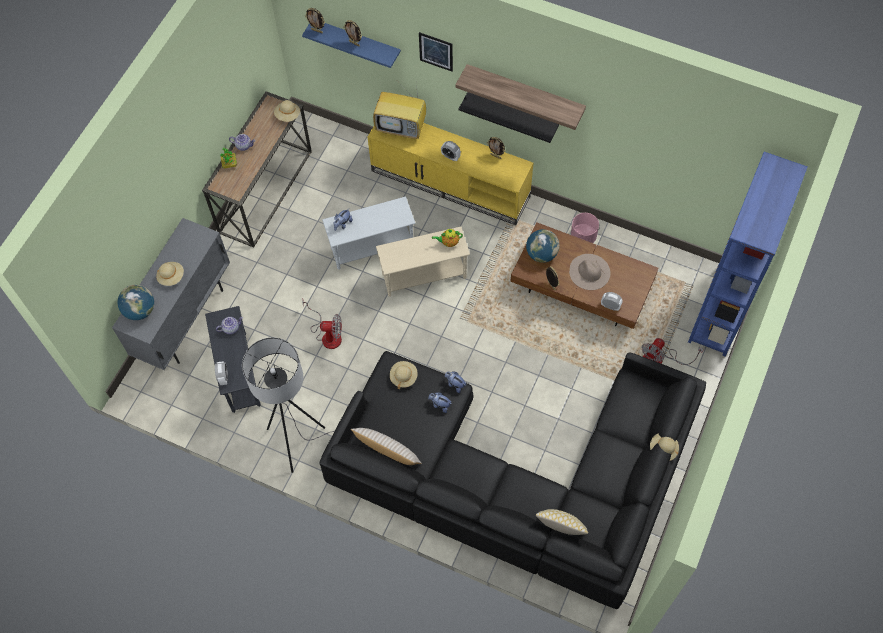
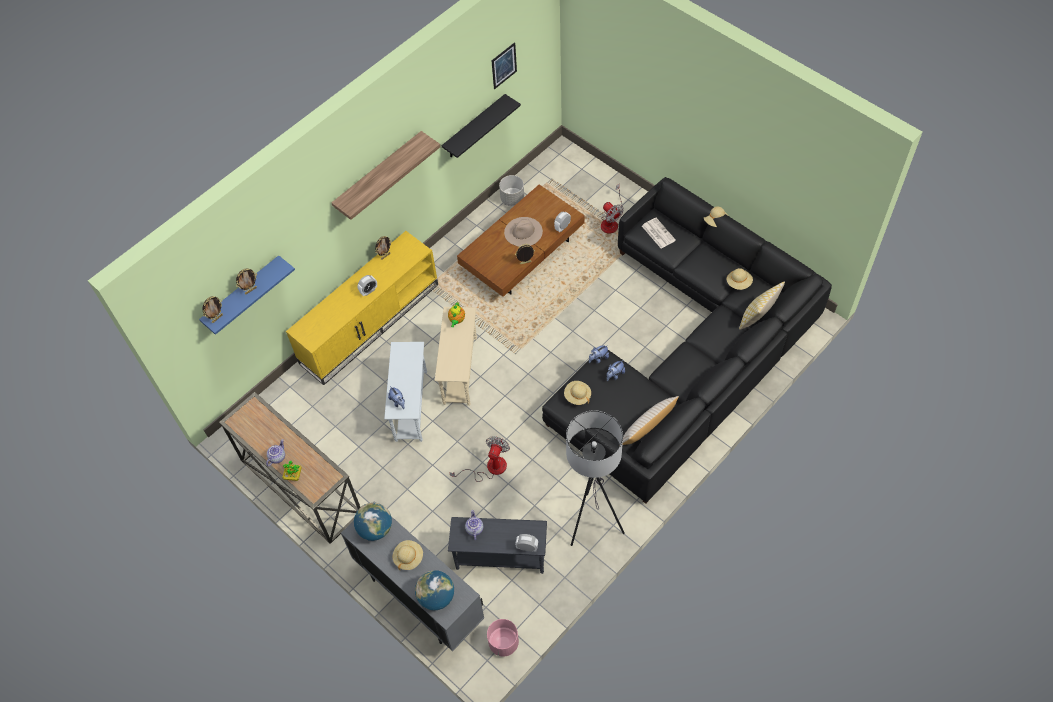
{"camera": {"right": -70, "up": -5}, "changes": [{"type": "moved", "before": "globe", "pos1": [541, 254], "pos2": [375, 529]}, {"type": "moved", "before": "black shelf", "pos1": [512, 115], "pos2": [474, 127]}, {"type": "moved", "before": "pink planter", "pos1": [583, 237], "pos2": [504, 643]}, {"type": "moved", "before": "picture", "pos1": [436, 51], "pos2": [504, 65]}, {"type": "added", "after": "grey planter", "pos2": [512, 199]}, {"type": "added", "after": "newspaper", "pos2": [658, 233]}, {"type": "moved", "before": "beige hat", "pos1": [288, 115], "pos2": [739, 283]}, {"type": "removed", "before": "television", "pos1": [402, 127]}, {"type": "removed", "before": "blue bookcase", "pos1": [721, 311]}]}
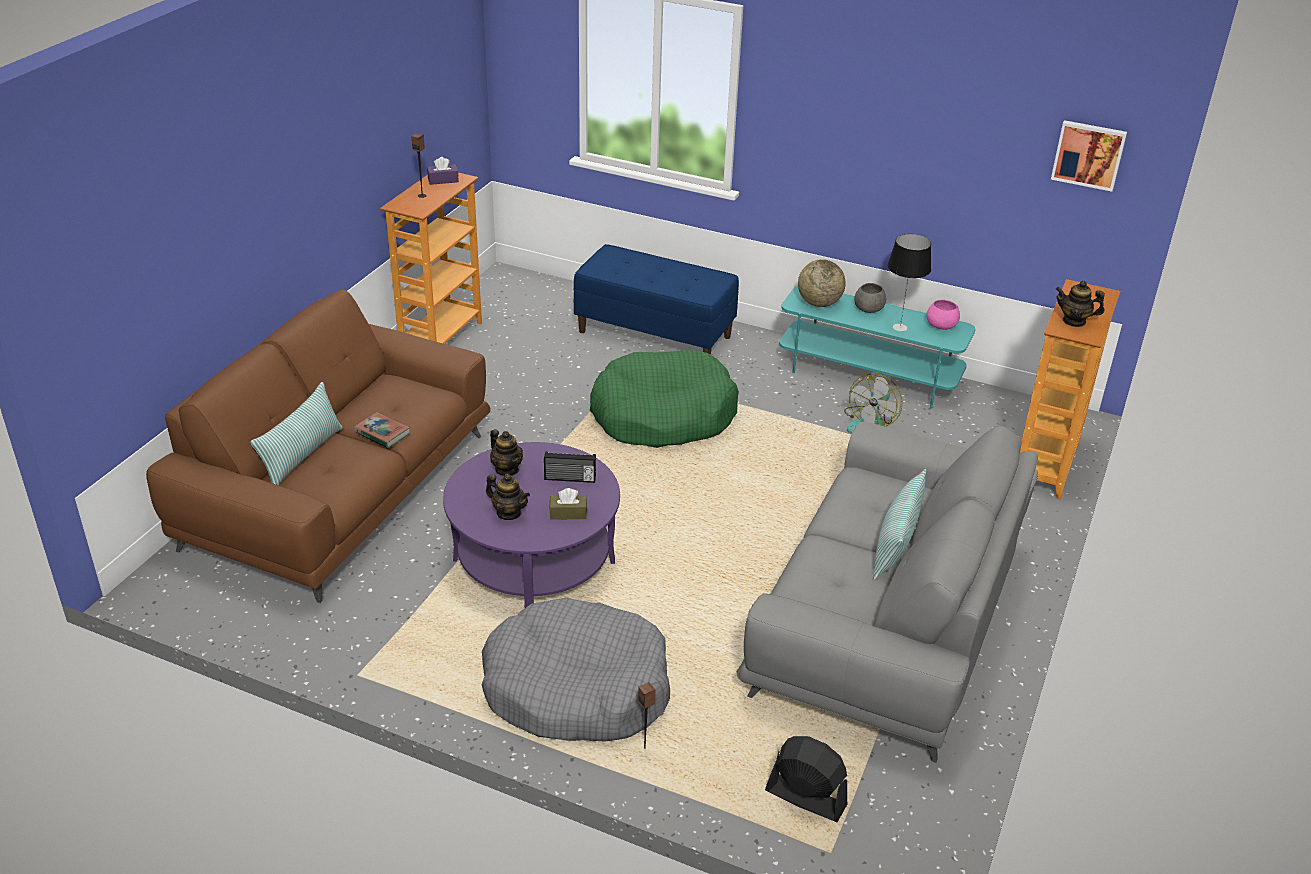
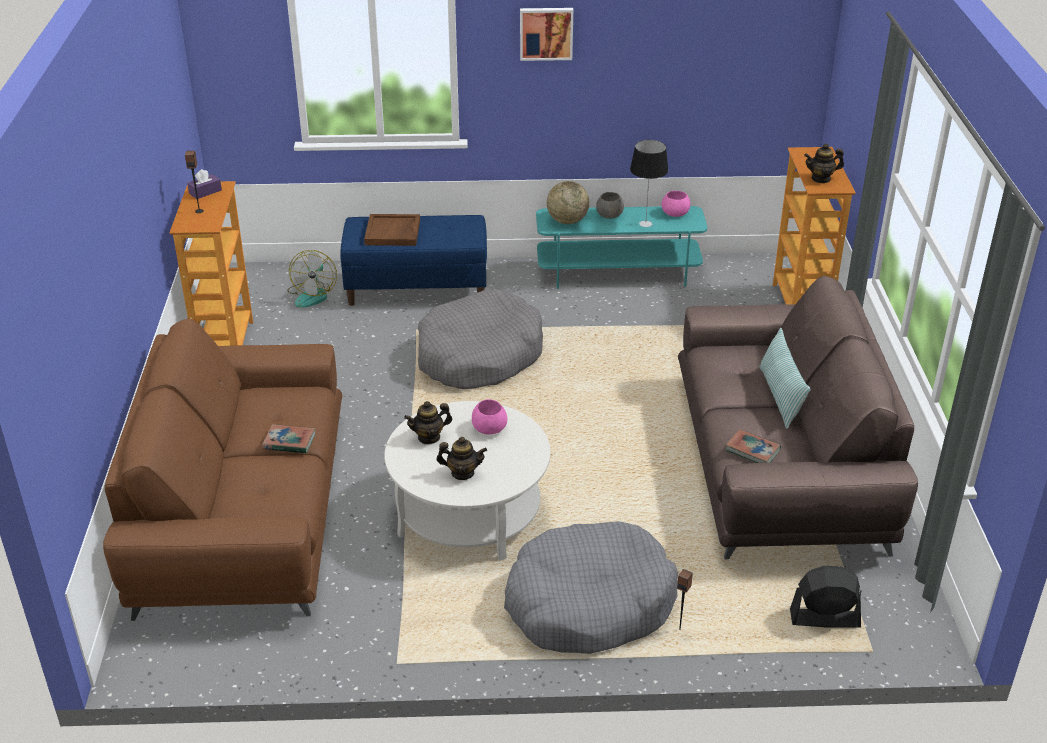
{"camera": {"right": -25, "up": 0}, "changes": [{"type": "moved", "before": "fan", "pos1": [870, 423], "pos2": [313, 295]}, {"type": "added", "after": "brown tray", "pos2": [393, 233]}, {"type": "recoloured", "before": "purple coffee table", "after": "white coffee table", "pos1": [534, 560], "pos2": [469, 512]}, {"type": "turned", "before": "teapot", "pos1": [507, 469], "pos2": [429, 437], "turn": 135}, {"type": "recoloured", "before": "green dog bed", "after": "grey dog bed", "pos1": [662, 415], "pos2": [479, 356]}, {"type": "replaced", "before": "radio", "after": "pink bowl", "pos1": [570, 479], "pos2": [489, 428]}, {"type": "moved", "before": "picture", "pos1": [1088, 154], "pos2": [546, 33]}, {"type": "recoloured", "before": "grey sofa", "after": "brown sofa", "pos1": [886, 620], "pos2": [779, 463]}, {"type": "added", "after": "book", "pos2": [752, 450]}, {"type": "removed", "before": "pillow", "pos1": [302, 456]}, {"type": "removed", "before": "brown tissue box", "pos1": [568, 513]}]}
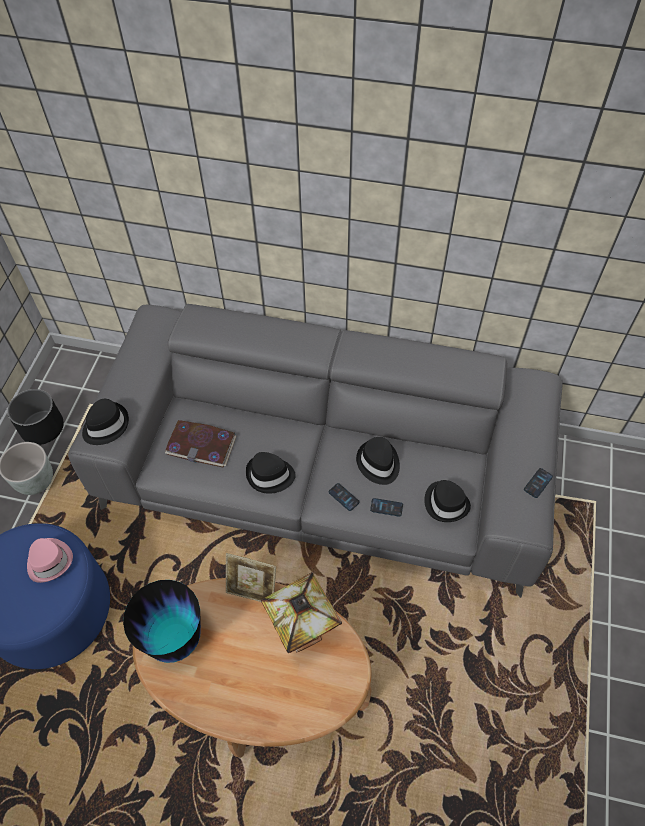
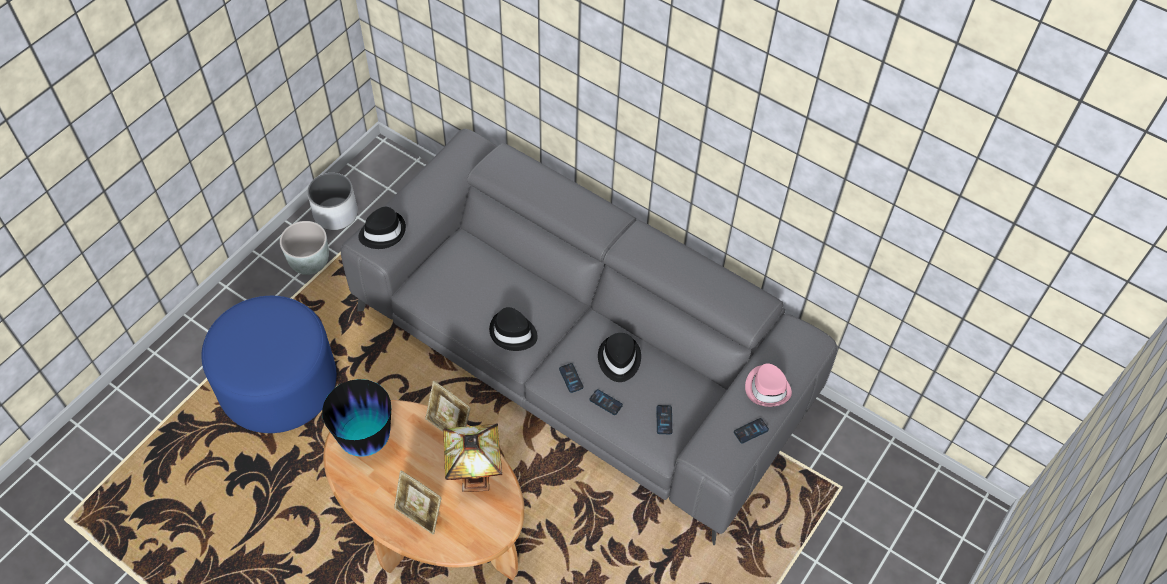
{"camera": {"right": 20, "up": 0}, "changes": [{"type": "recoloured", "before": "black planter", "after": "white planter", "pos1": [43, 427], "pos2": [336, 214]}, {"type": "added", "after": "picture frame", "pos2": [420, 514]}, {"type": "replaced", "before": "black hat", "after": "phone", "pos1": [446, 503], "pos2": [664, 420]}, {"type": "moved", "before": "pink hat", "pos1": [50, 560], "pos2": [767, 388]}, {"type": "removed", "before": "book", "pos1": [201, 445]}]}
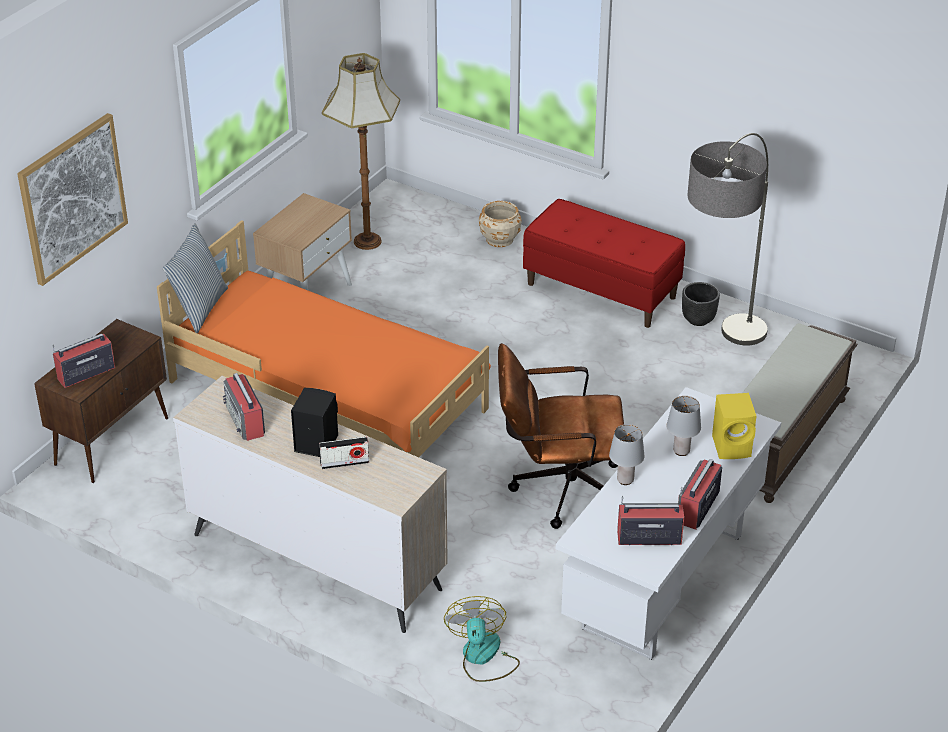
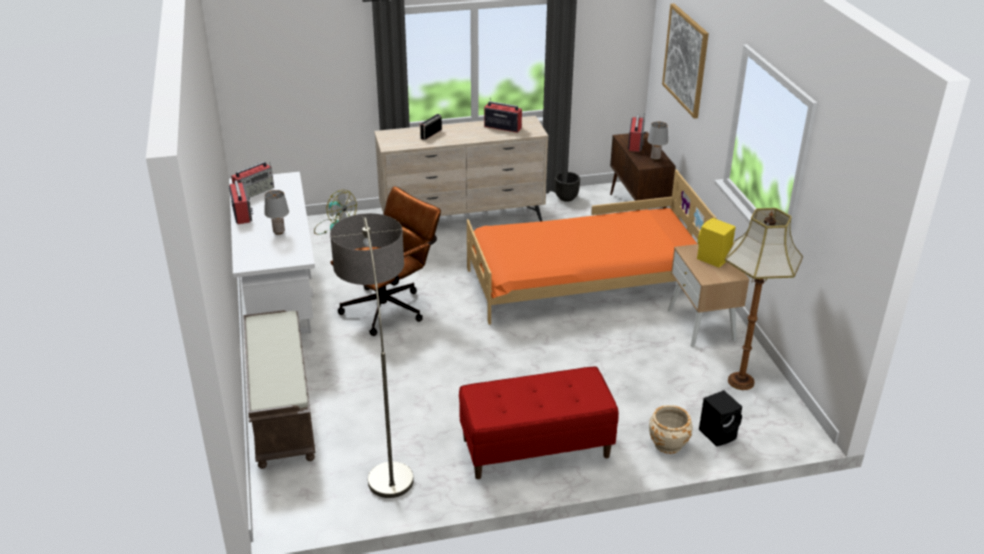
{"camera": {"right": 135, "up": -5}, "changes": [{"type": "moved", "before": "black planter", "pos1": [697, 319], "pos2": [566, 198]}, {"type": "moved", "before": "grey table lamp", "pos1": [625, 480], "pos2": [655, 158]}, {"type": "moved", "before": "yellow speaker", "pos1": [733, 446], "pos2": [712, 259]}, {"type": "moved", "before": "black speaker", "pos1": [315, 443], "pos2": [718, 434]}, {"type": "removed", "before": "pillow", "pos1": [199, 308]}]}
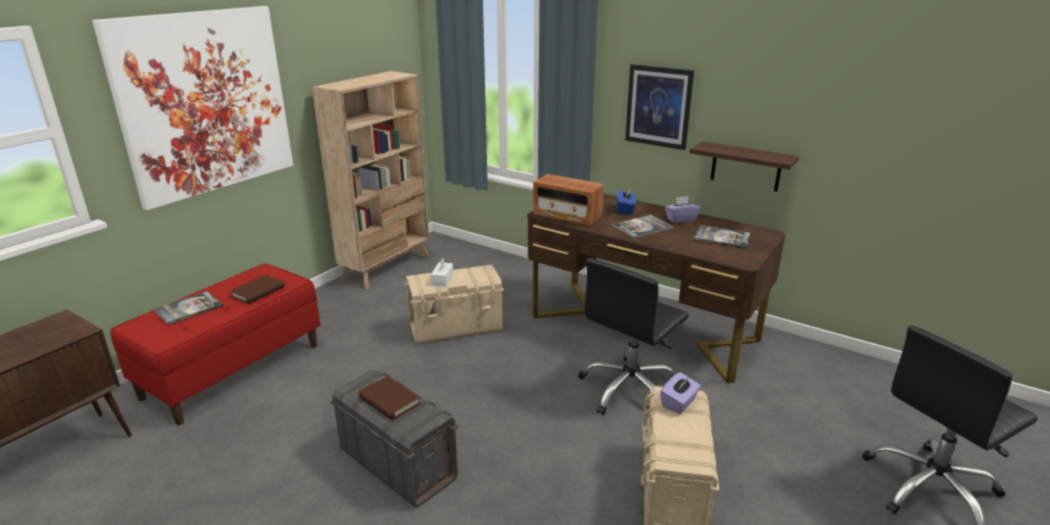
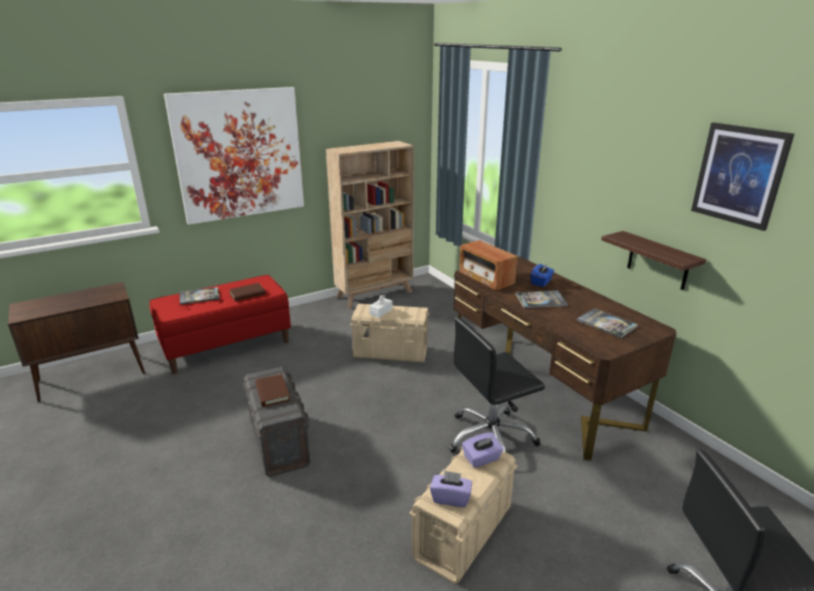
{"camera": {"right": 25, "up": 0}, "changes": [{"type": "moved", "before": "purple tissue box", "pos1": [680, 219], "pos2": [450, 498]}, {"type": "moved", "before": "picture", "pos1": [658, 106], "pos2": [739, 175]}]}
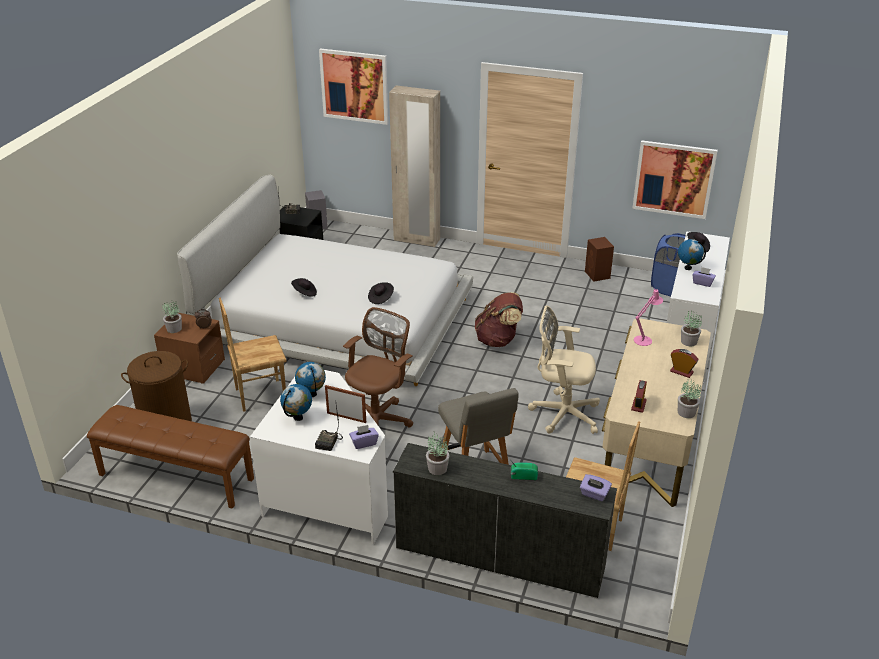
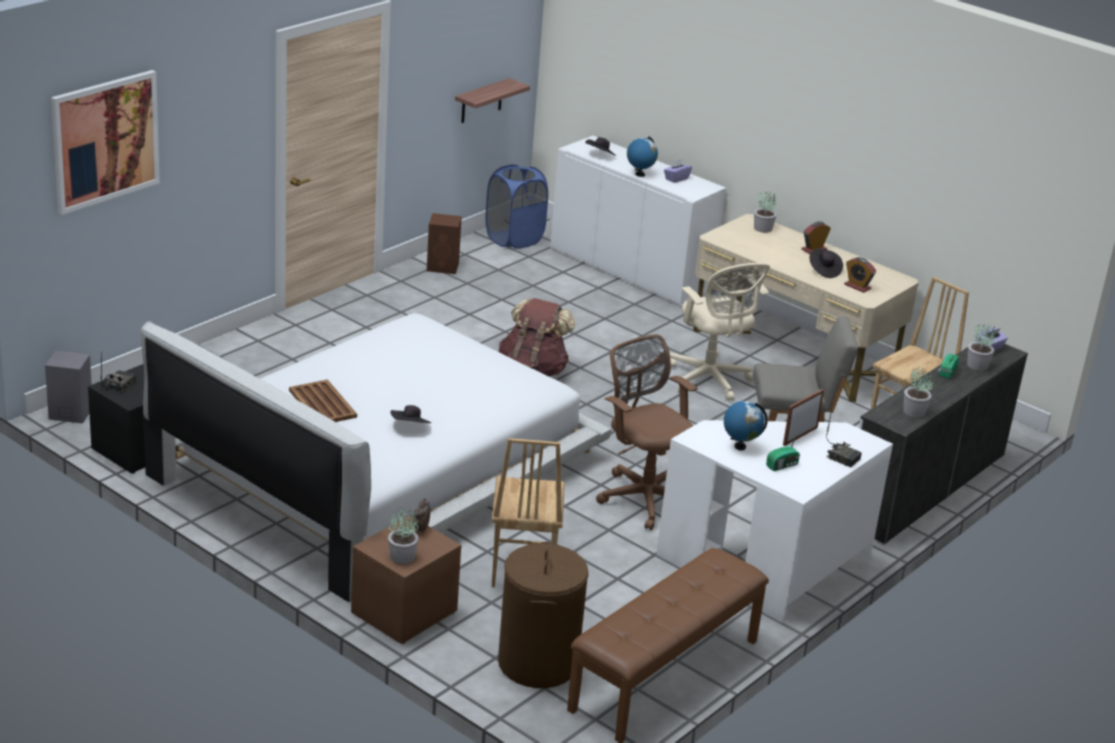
{"camera": {"right": -70, "up": -5}, "changes": [{"type": "added", "after": "brown tray", "pos2": [322, 404]}, {"type": "replaced", "before": "picture", "after": "shelf", "pos1": [673, 179], "pos2": [481, 101]}, {"type": "turned", "before": "beige office chair", "pos1": [562, 413], "pos2": [710, 380], "turn": -60}, {"type": "replaced", "before": "globe", "after": "radio", "pos1": [298, 417], "pos2": [783, 465]}, {"type": "moved", "before": "black hat", "pos1": [381, 298], "pos2": [824, 271]}, {"type": "moved", "before": "potted plant", "pos1": [686, 412], "pos2": [978, 365]}, {"type": "removed", "before": "purple tissue box", "pos1": [364, 443]}, {"type": "removed", "before": "beige wardrobe", "pos1": [416, 240]}, {"type": "removed", "before": "pink table lamp", "pos1": [644, 339]}]}
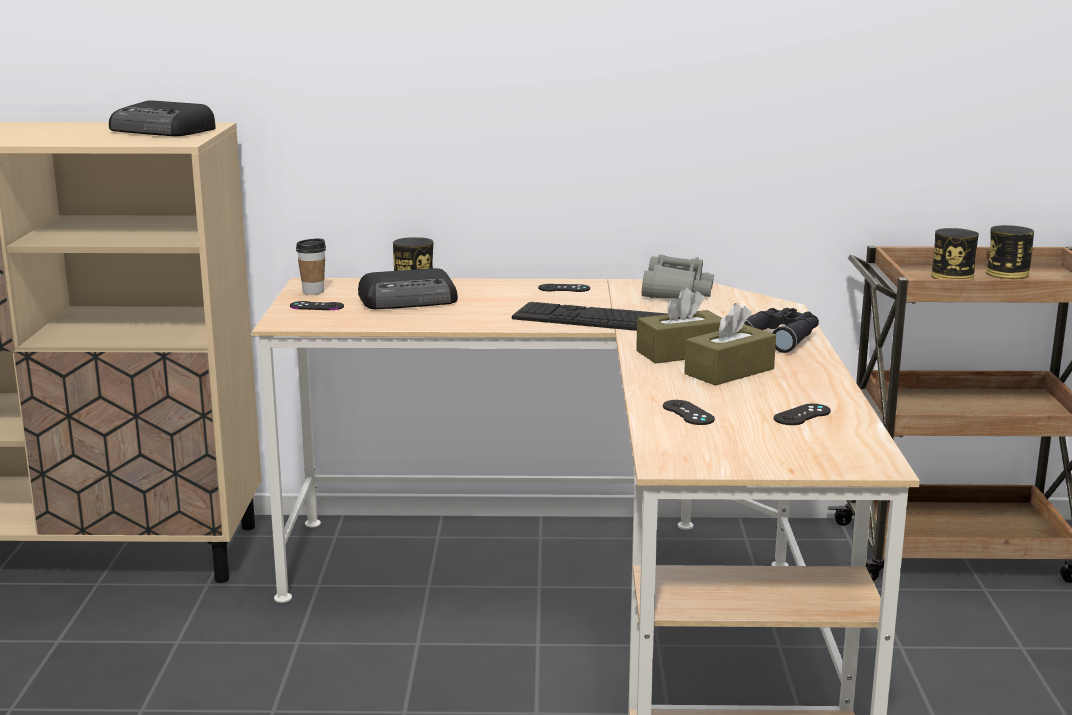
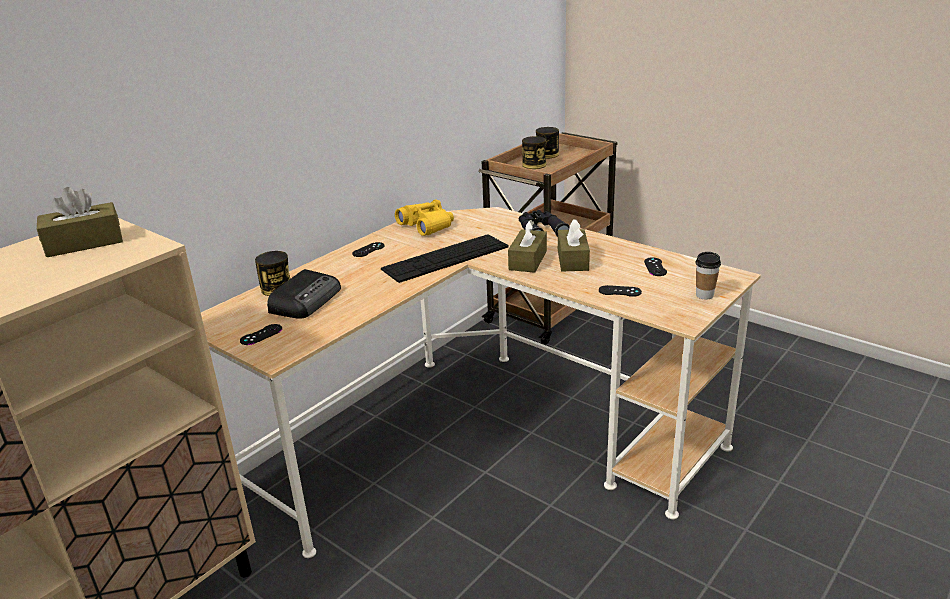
{"camera": {"right": -50, "up": 10}, "changes": [{"type": "replaced", "before": "radio", "after": "brown tissue box", "pos1": [163, 131], "pos2": [84, 243]}, {"type": "recoloured", "before": "grey binoculars", "after": "yellow binoculars", "pos1": [676, 291], "pos2": [427, 225]}, {"type": "moved", "before": "cup", "pos1": [313, 292], "pos2": [704, 295]}]}
